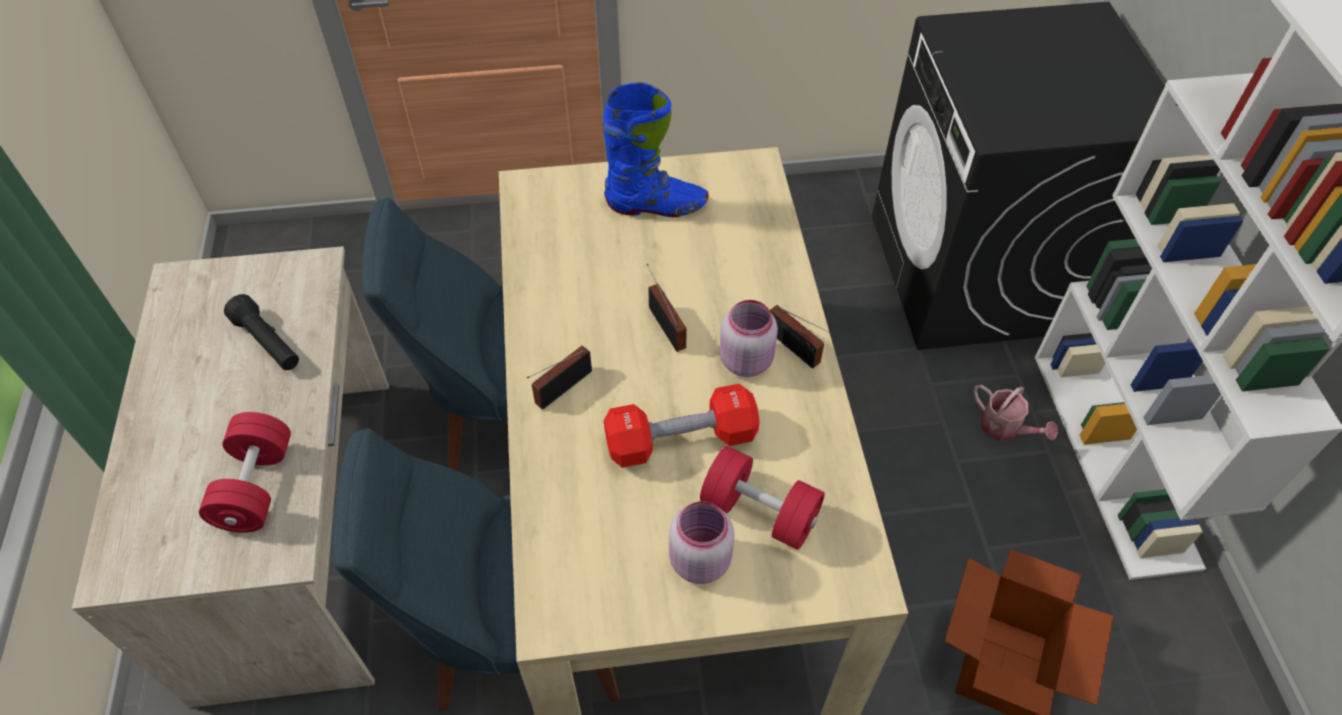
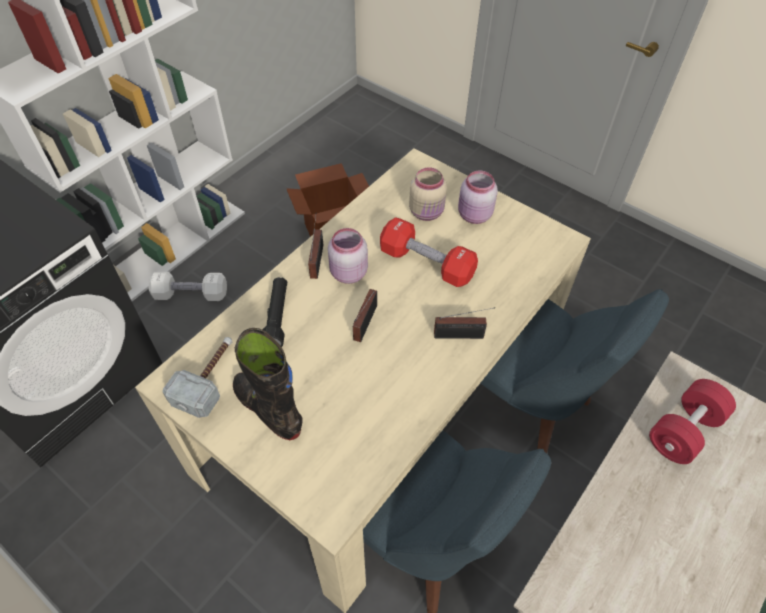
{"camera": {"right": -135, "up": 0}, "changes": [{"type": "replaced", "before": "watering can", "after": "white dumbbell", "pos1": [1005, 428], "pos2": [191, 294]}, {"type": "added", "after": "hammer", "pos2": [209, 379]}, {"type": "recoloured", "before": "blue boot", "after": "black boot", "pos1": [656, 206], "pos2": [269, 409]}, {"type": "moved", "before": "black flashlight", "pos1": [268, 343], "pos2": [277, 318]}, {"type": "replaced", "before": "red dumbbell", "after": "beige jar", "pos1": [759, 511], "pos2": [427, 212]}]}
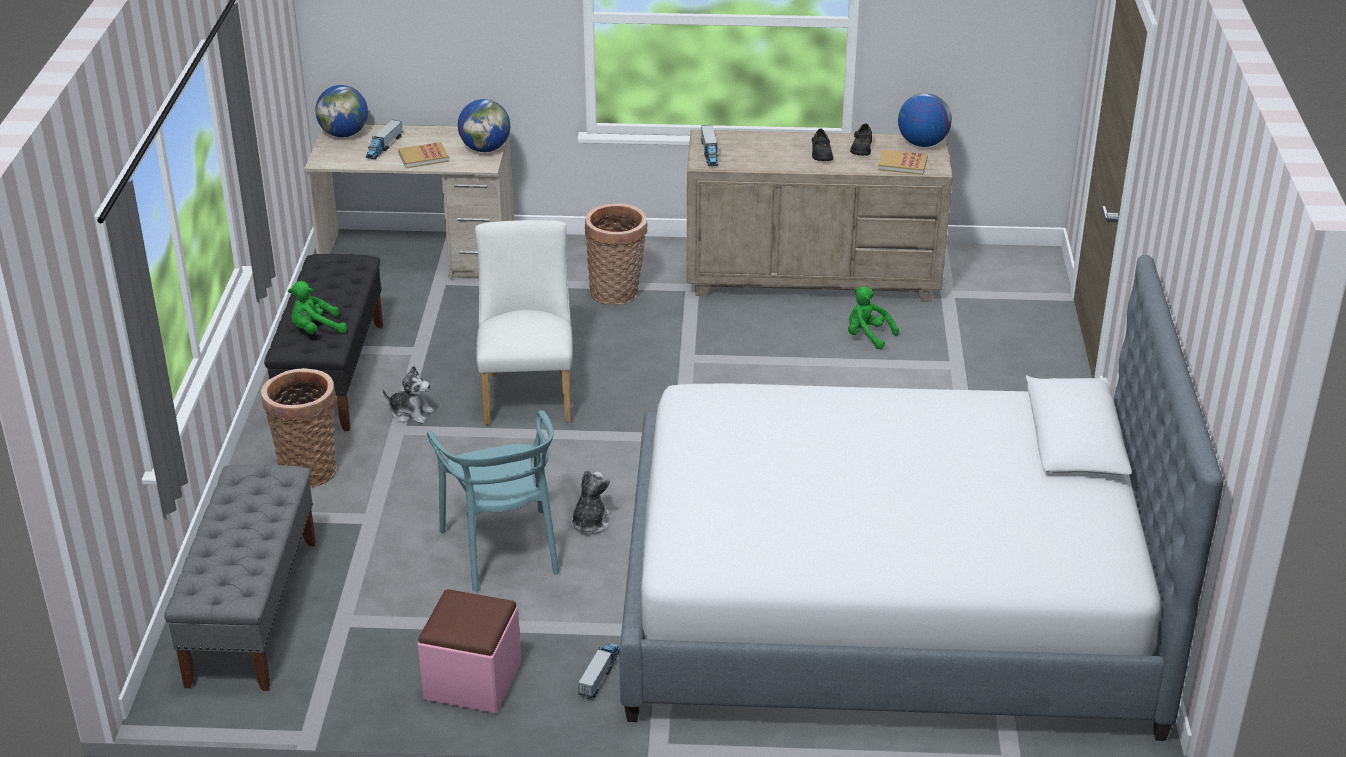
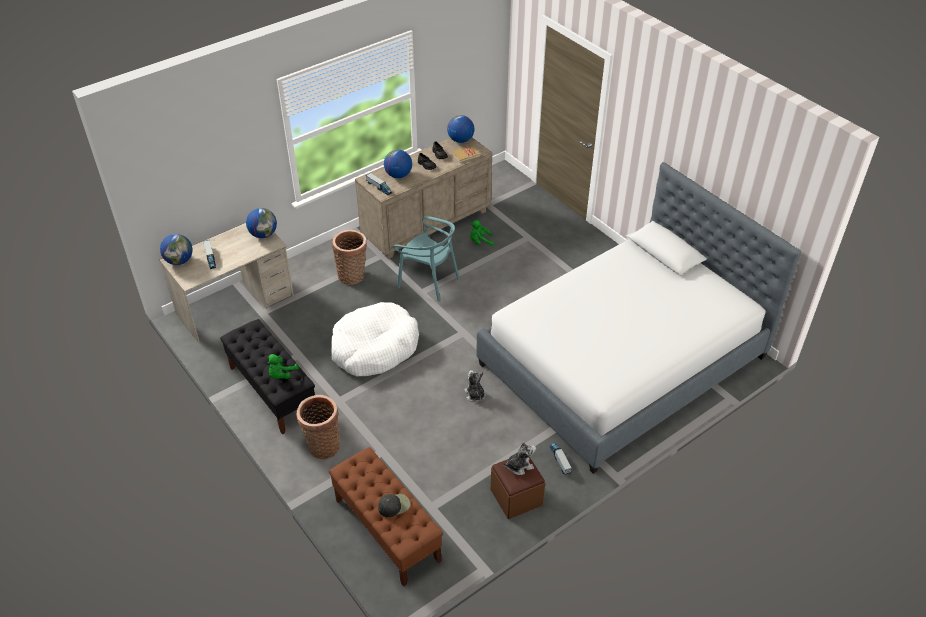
{"camera": {"right": -40, "up": 10}, "changes": [{"type": "recoloured", "before": "grey bench", "after": "brown bench", "pos1": [253, 611], "pos2": [386, 530]}, {"type": "replaced", "before": "white chair", "after": "white dog bed", "pos1": [528, 393], "pos2": [374, 348]}, {"type": "added", "after": "black cap", "pos2": [394, 505]}, {"type": "added", "after": "globe", "pos2": [398, 175]}, {"type": "moved", "before": "turquoise chair", "pos1": [503, 549], "pos2": [429, 281]}, {"type": "recoloured", "before": "pink ottoman", "after": "brown ottoman", "pos1": [472, 680], "pos2": [516, 497]}, {"type": "moved", "before": "plush toy", "pos1": [411, 413], "pos2": [519, 466]}, {"type": "removed", "before": "book", "pos1": [423, 157]}]}
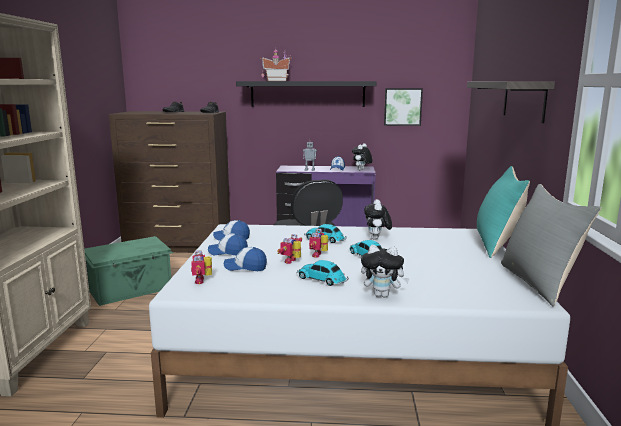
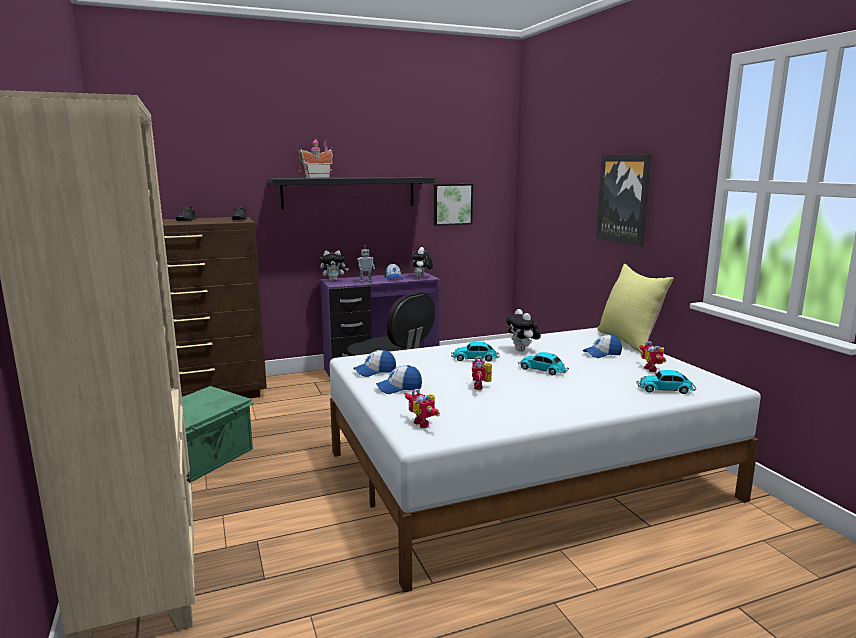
{"camera": {"right": -25, "up": 0}, "changes": [{"type": "moved", "before": "plush toy", "pos1": [383, 295], "pos2": [334, 280]}, {"type": "moved", "before": "cap", "pos1": [245, 267], "pos2": [602, 354]}, {"type": "replaced", "before": "shelf", "after": "picture", "pos1": [523, 100], "pos2": [623, 199]}, {"type": "recoloured", "before": "turquoise pillow", "after": "yellow pillow", "pos1": [497, 244], "pos2": [629, 341]}, {"type": "moved", "before": "toy car", "pos1": [322, 279], "pos2": [666, 390]}, {"type": "moved", "before": "toy robot", "pos1": [319, 255], "pos2": [653, 369]}, {"type": "removed", "before": "grey pillow", "pos1": [539, 283]}]}
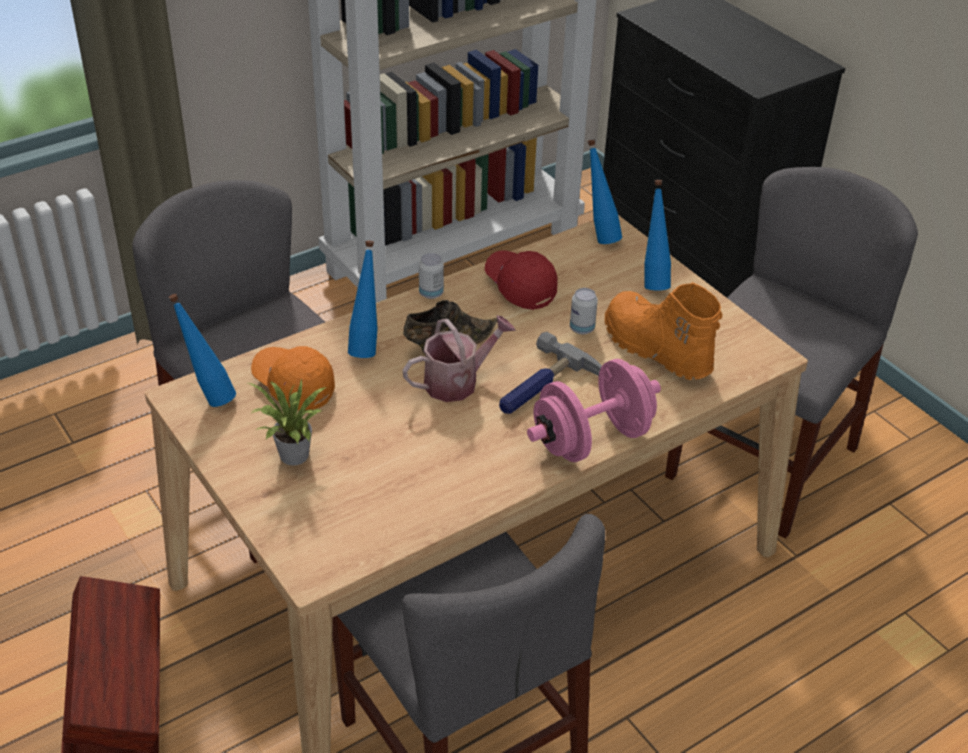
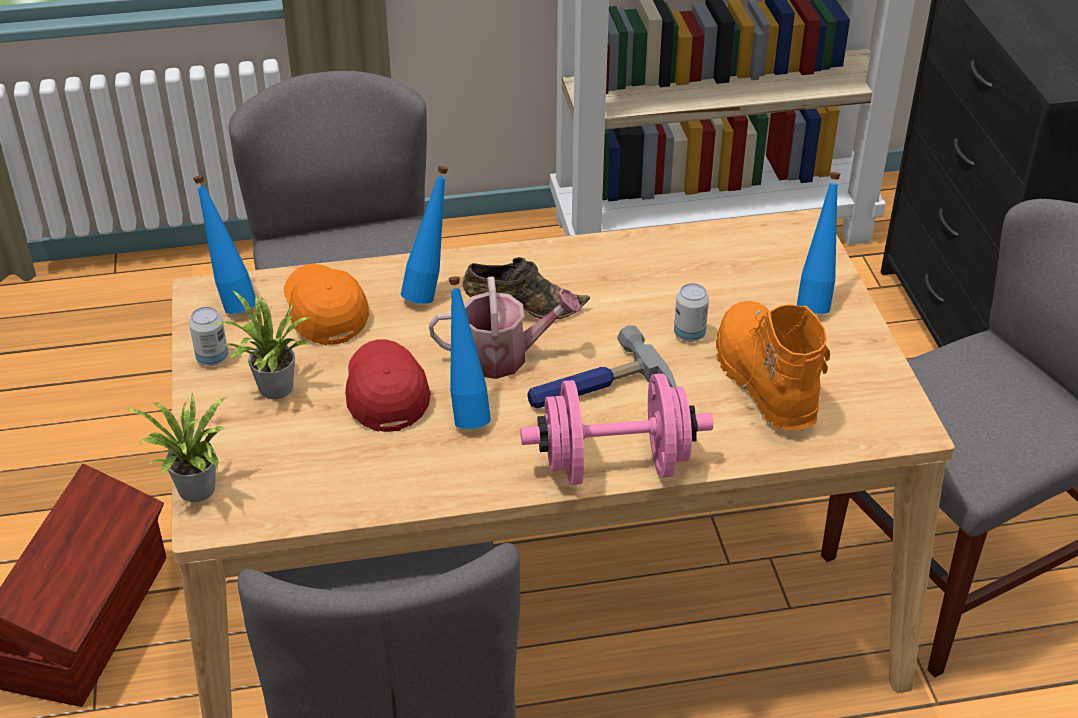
{"camera": {"right": 25, "up": 0}, "changes": [{"type": "added", "after": "potted plant", "pos2": [196, 493]}, {"type": "moved", "before": "can", "pos1": [431, 293], "pos2": [212, 358]}, {"type": "moved", "before": "red cap", "pos1": [520, 287], "pos2": [386, 395]}, {"type": "moved", "before": "blue bottle", "pos1": [599, 236], "pos2": [467, 412]}]}
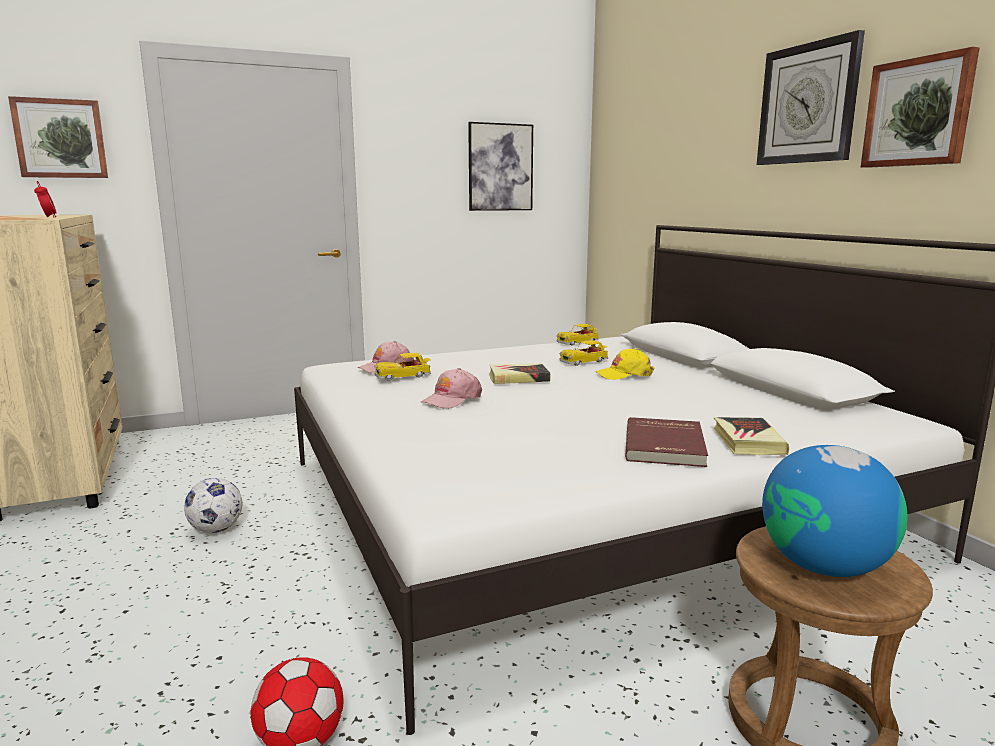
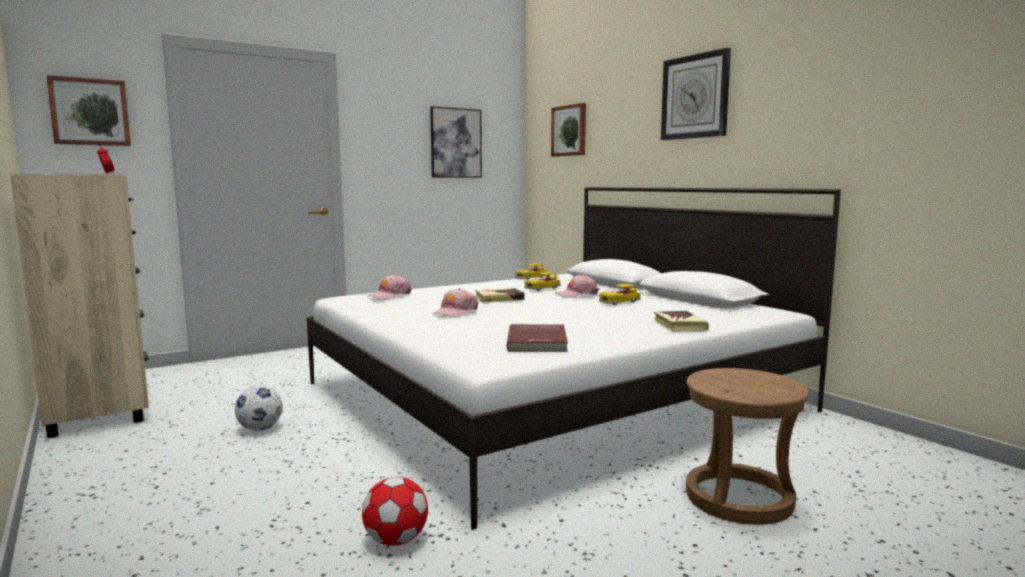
{"camera": {"right": -10, "up": -5}, "changes": [{"type": "moved", "before": "red book", "pos1": [666, 446], "pos2": [538, 341]}, {"type": "moved", "before": "picture", "pos1": [918, 112], "pos2": [569, 130]}, {"type": "recoloured", "before": "yellow cap", "after": "pink cap", "pos1": [624, 374], "pos2": [577, 294]}, {"type": "moved", "before": "toy car", "pos1": [404, 376], "pos2": [620, 302]}, {"type": "removed", "before": "globe", "pos1": [824, 566]}]}
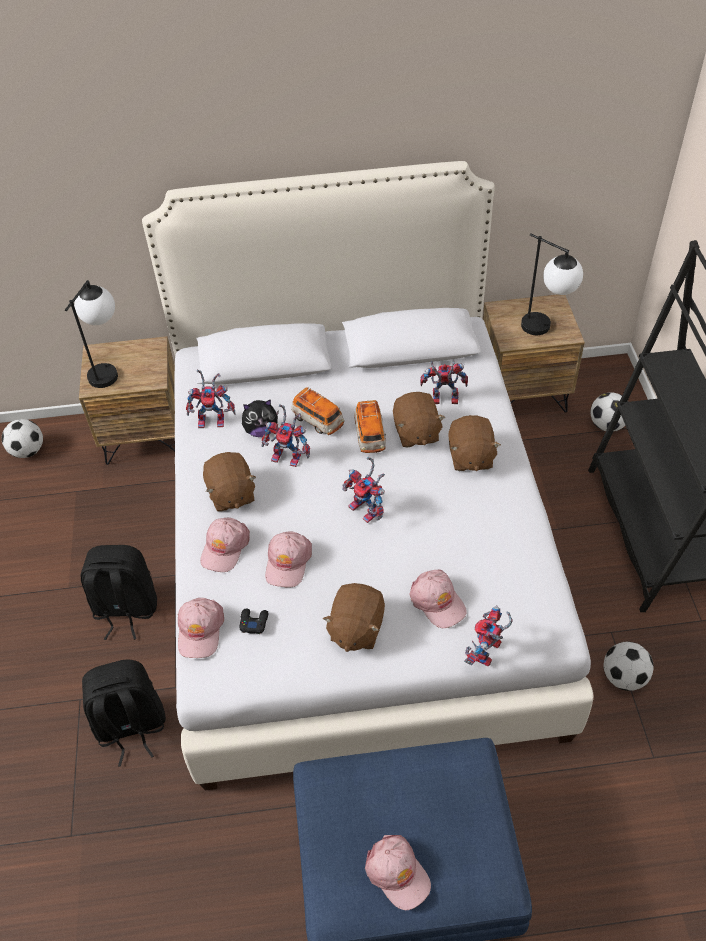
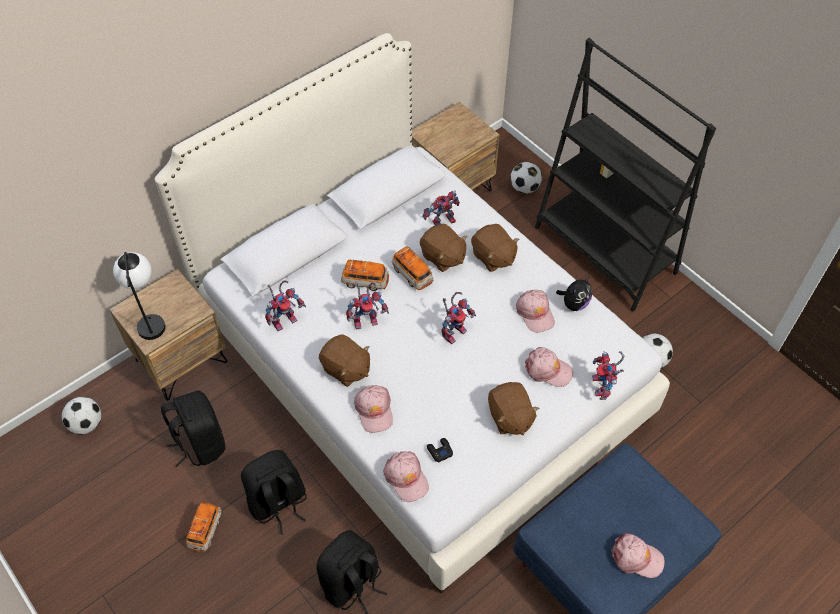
{"camera": {"right": -35, "up": 5}, "changes": [{"type": "added", "after": "black backpack", "pos2": [200, 443]}, {"type": "added", "after": "toy car", "pos2": [205, 530]}, {"type": "turned", "before": "toy robot", "pos1": [368, 510], "pos2": [454, 331], "turn": -60}, {"type": "moved", "before": "pink cap", "pos1": [288, 562], "pos2": [535, 313]}, {"type": "moved", "before": "plush toy", "pos1": [261, 430], "pos2": [574, 304]}, {"type": "removed", "before": "table lamp", "pos1": [546, 330]}]}
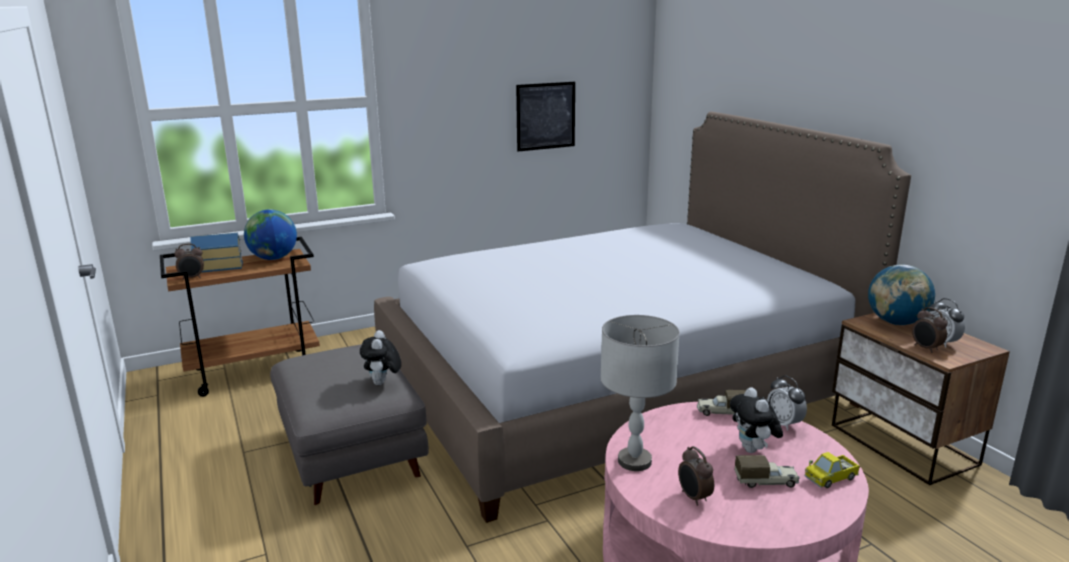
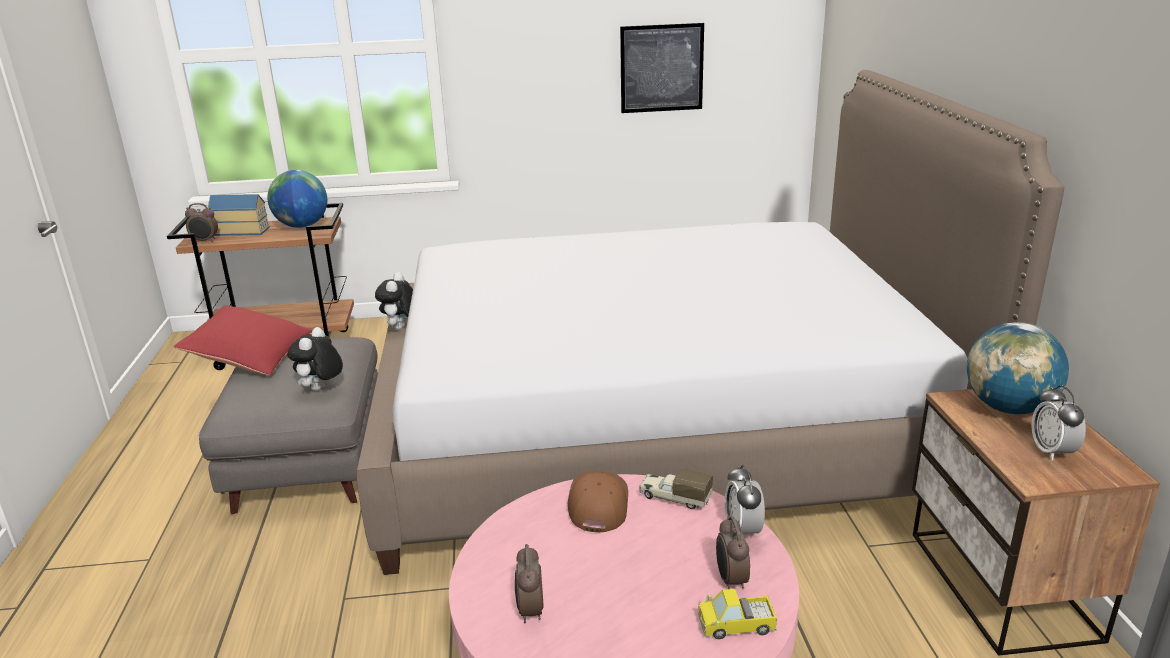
{"camera": {"right": 20, "up": 5}, "changes": [{"type": "added", "after": "red pillow", "pos2": [250, 356]}, {"type": "moved", "before": "plush toy", "pos1": [753, 450], "pos2": [401, 329]}, {"type": "added", "after": "brown cap", "pos2": [597, 505]}, {"type": "moved", "before": "alarm clock", "pos1": [925, 348], "pos2": [730, 580]}, {"type": "removed", "before": "grey table lamp", "pos1": [634, 461]}, {"type": "removed", "before": "toy truck", "pos1": [766, 482]}]}
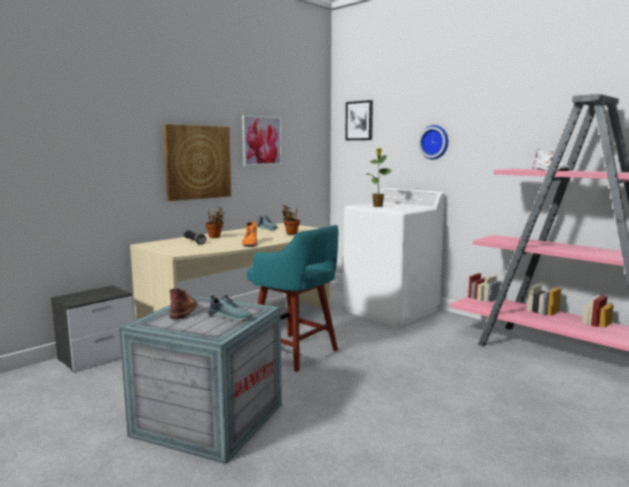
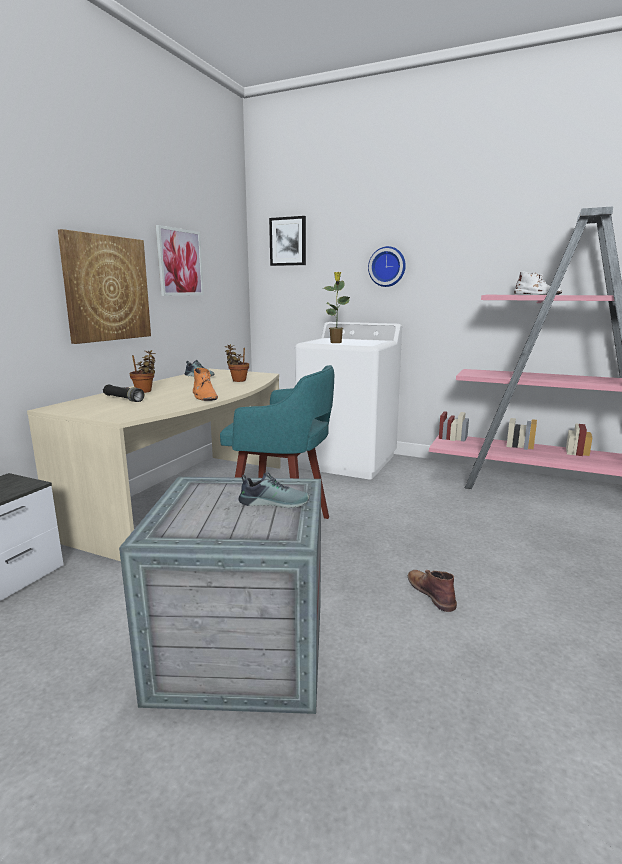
{"camera": {"right": -20, "up": 5}, "changes": [{"type": "moved", "before": "brown boot", "pos1": [183, 310], "pos2": [431, 592]}]}
